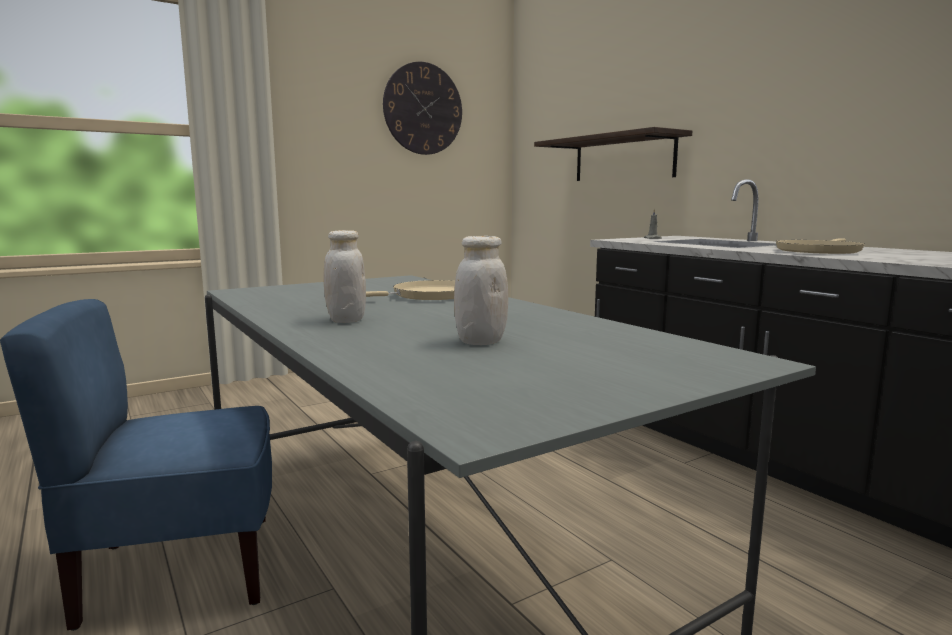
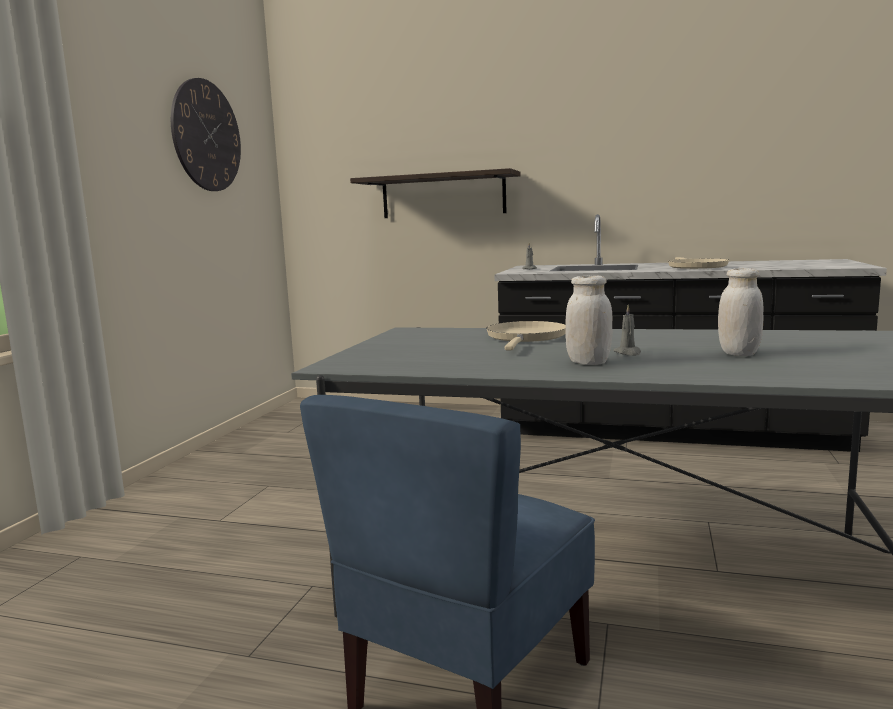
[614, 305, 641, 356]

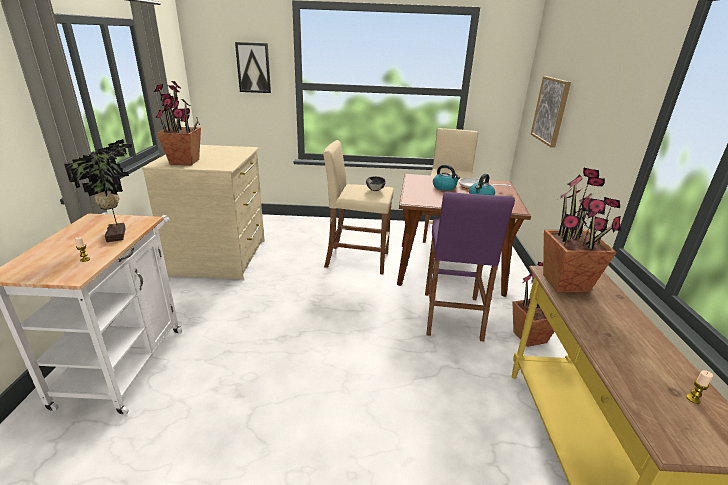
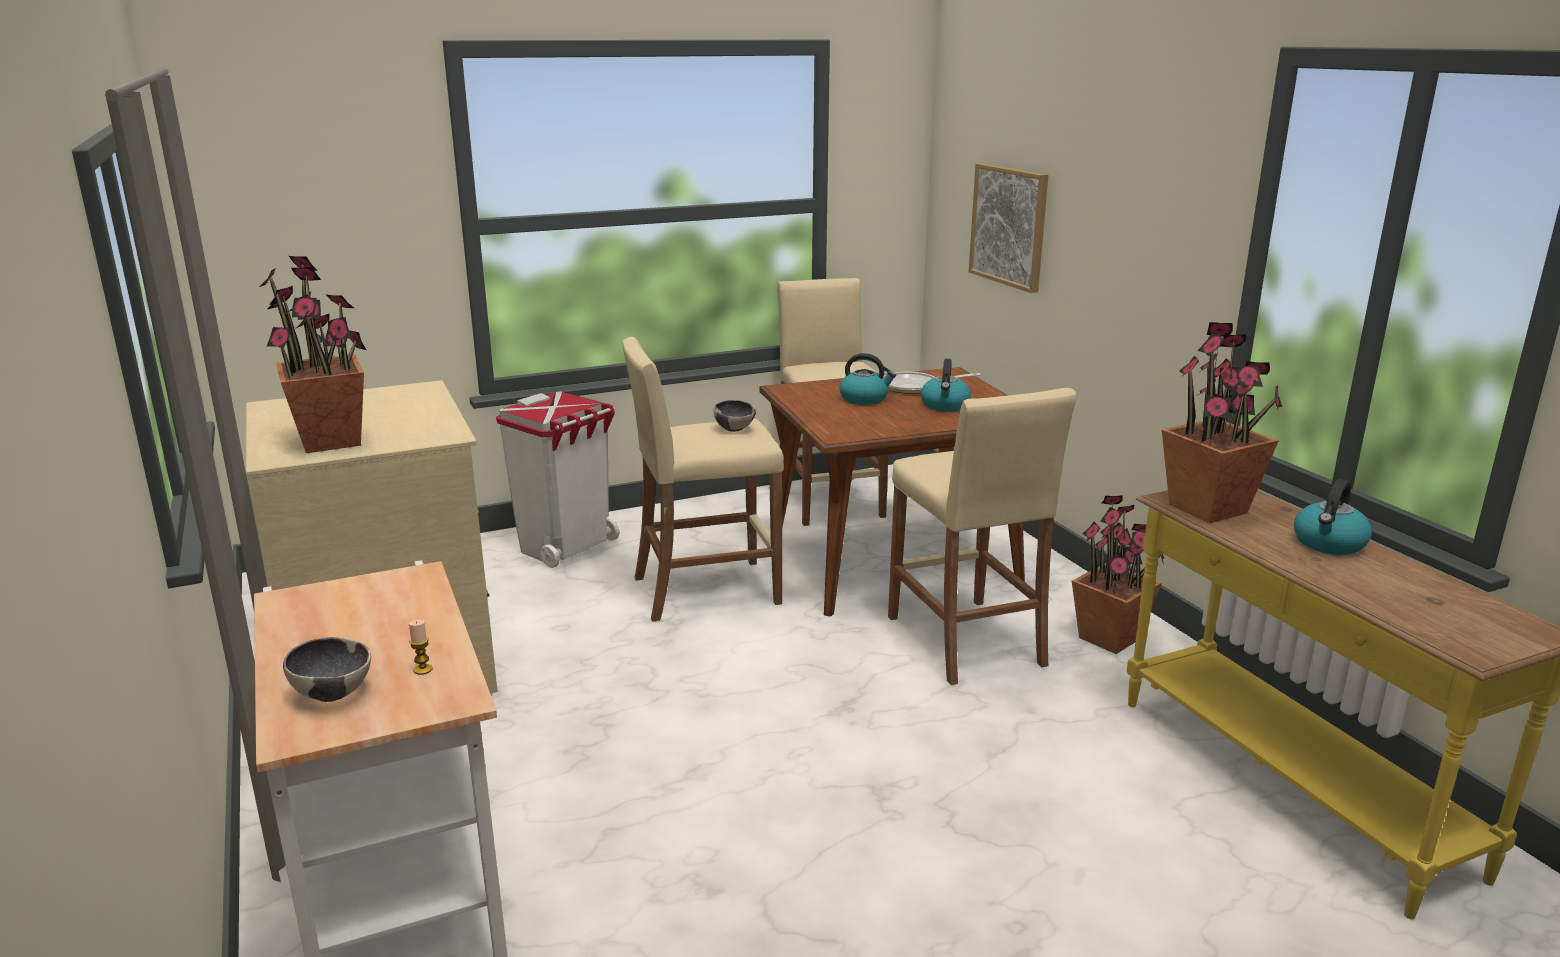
[283, 637, 371, 702]
[496, 391, 620, 568]
[888, 388, 1077, 685]
[1294, 479, 1372, 555]
[64, 139, 133, 242] (first image)
[235, 42, 271, 93] (first image)
[686, 370, 713, 404] (first image)

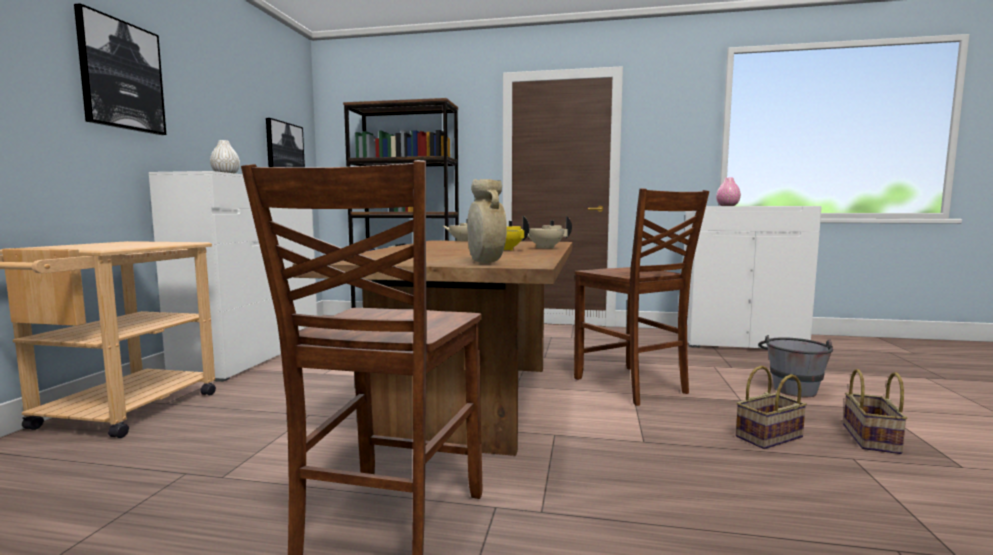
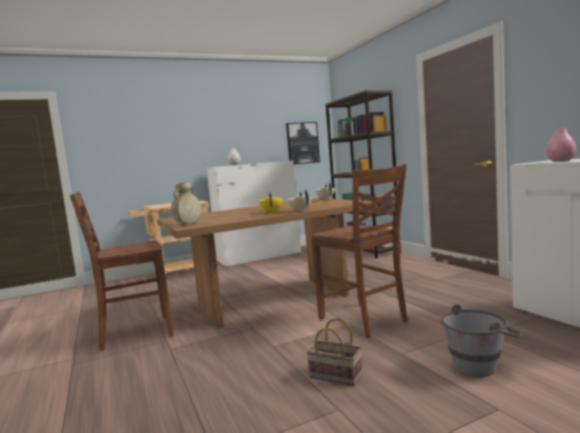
[311, 164, 408, 338]
[74, 3, 166, 135] (first image)
[843, 369, 908, 454] (first image)

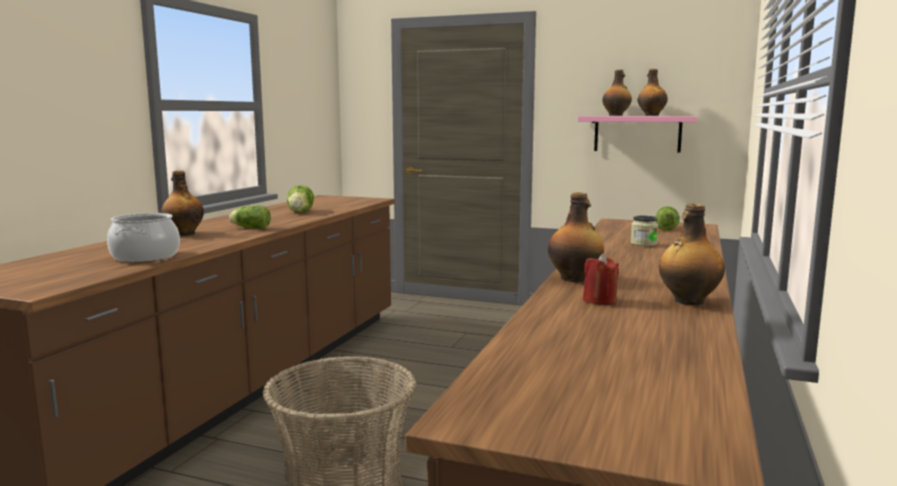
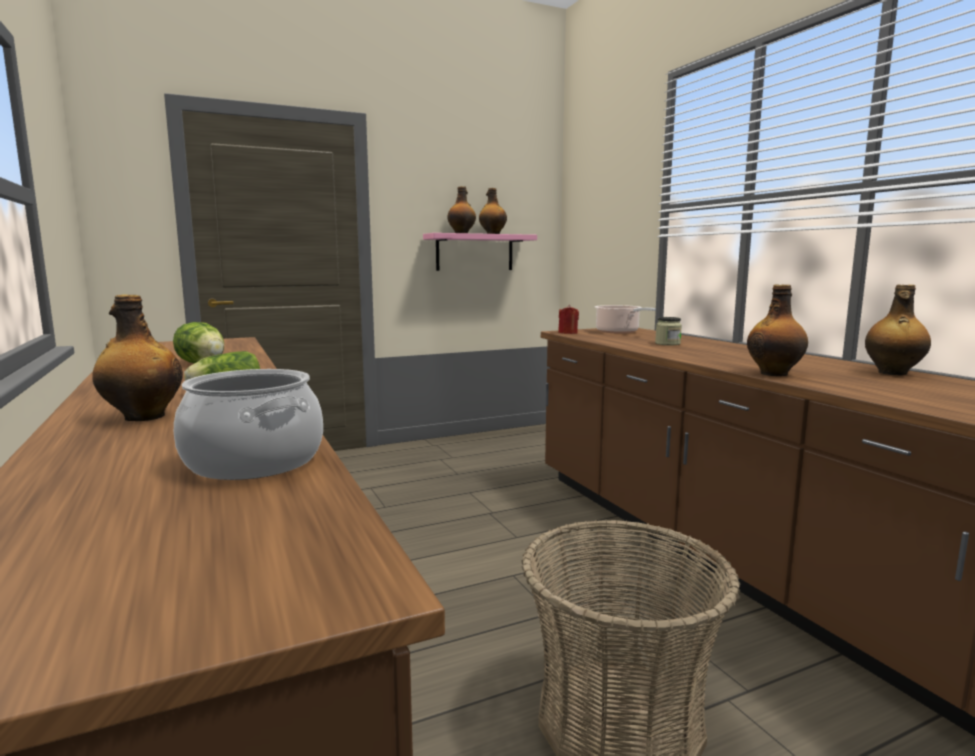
[558, 305, 579, 334]
[595, 305, 656, 334]

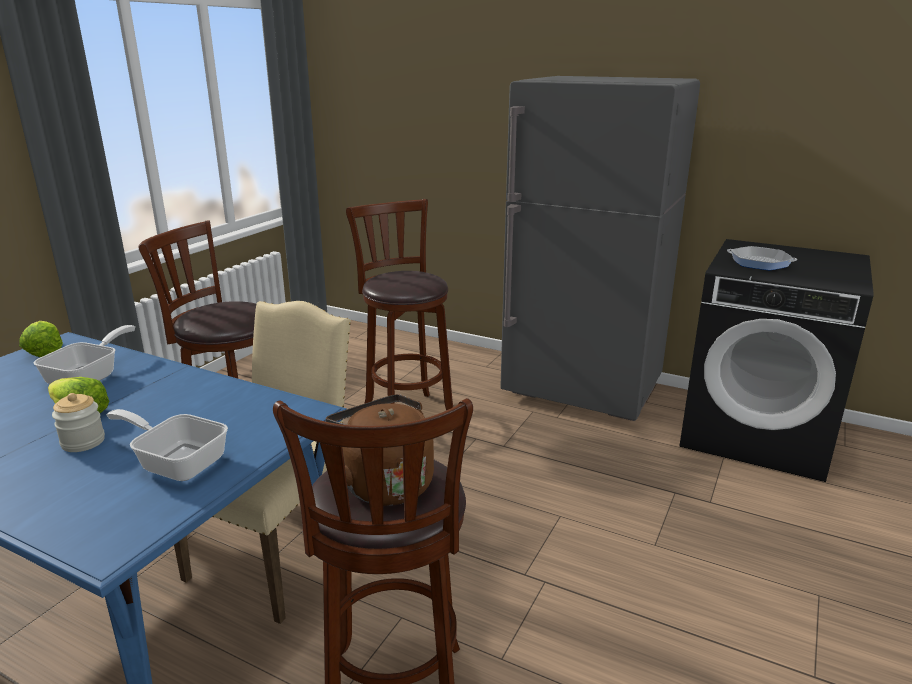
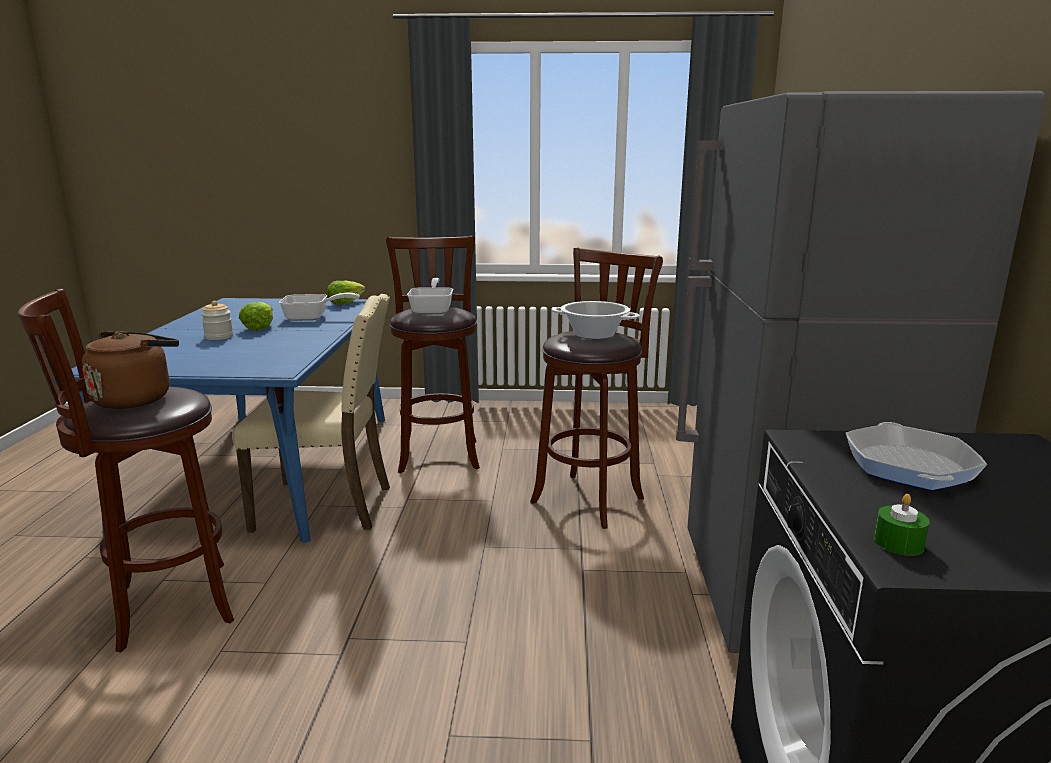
[407, 278, 453, 314]
[552, 301, 640, 339]
[874, 494, 930, 556]

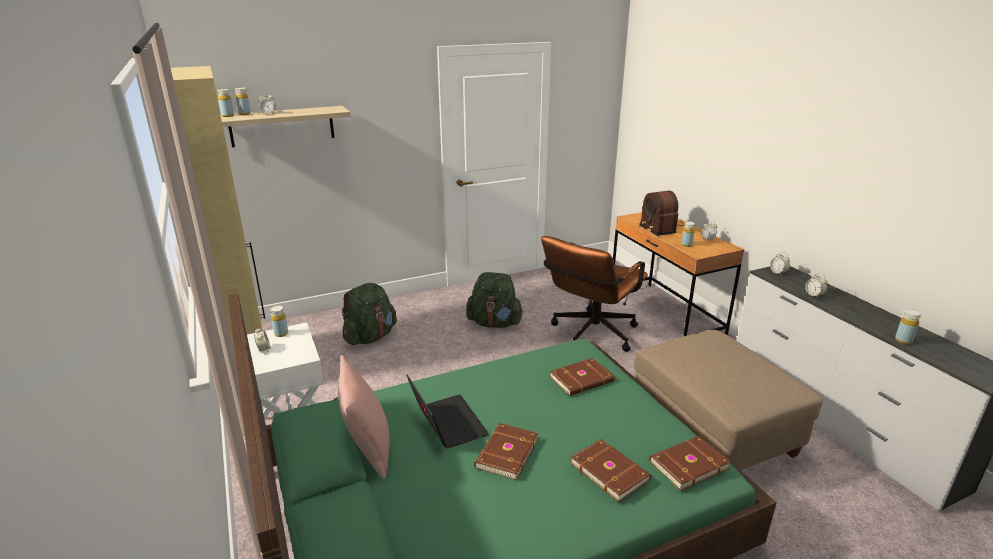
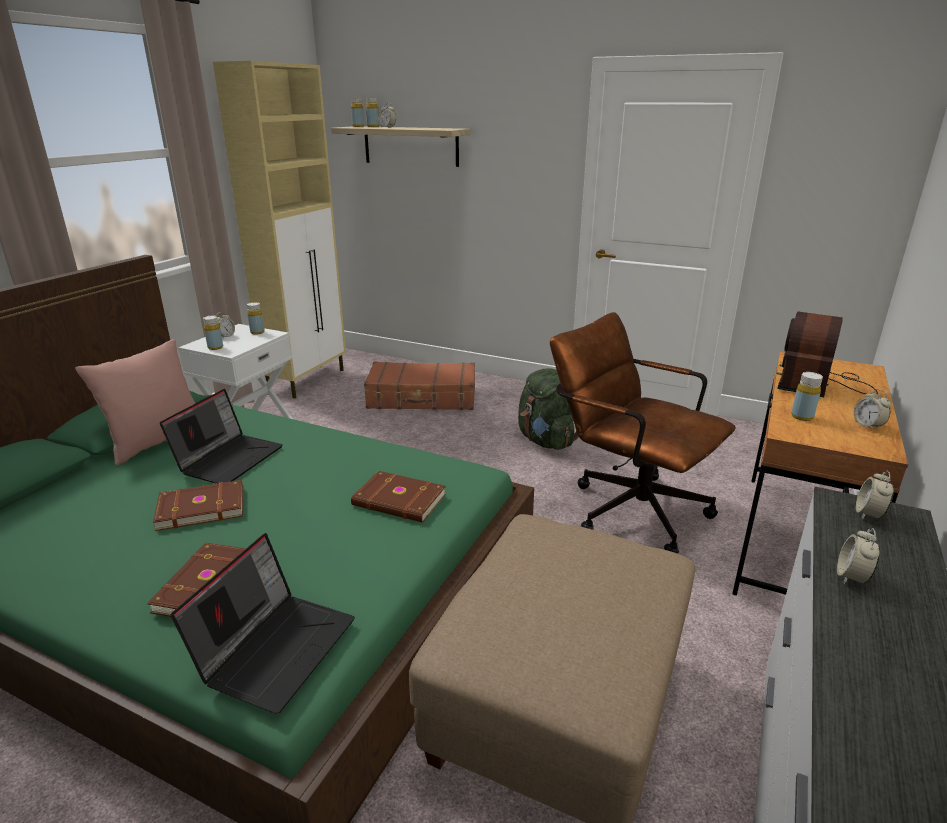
[171, 533, 355, 714]
[203, 316, 223, 350]
[364, 362, 475, 410]
[550, 312, 736, 554]

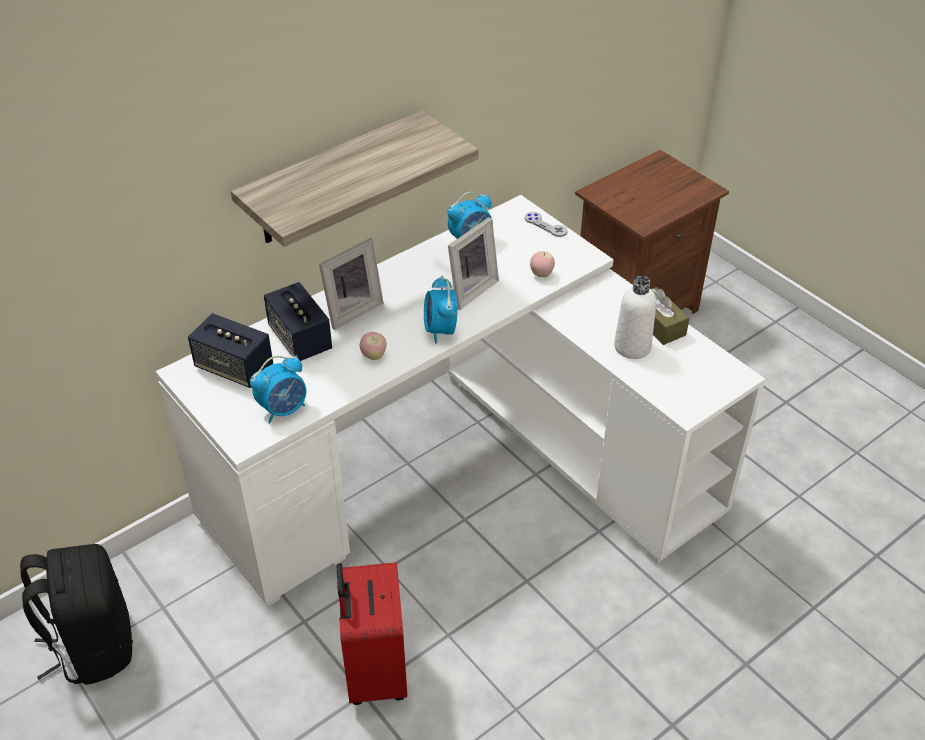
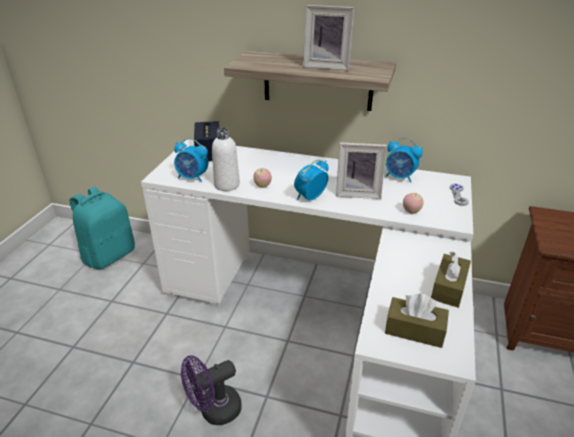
[70, 186, 135, 269]
[181, 355, 242, 425]
[212, 128, 240, 191]
[303, 5, 355, 71]
[385, 294, 449, 348]
[264, 282, 332, 361] (first image)
[337, 562, 407, 705] (first image)

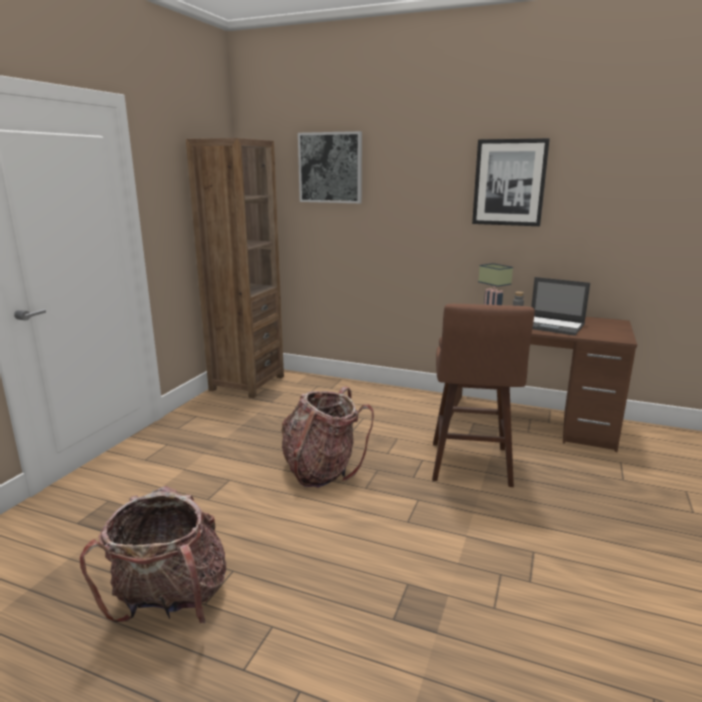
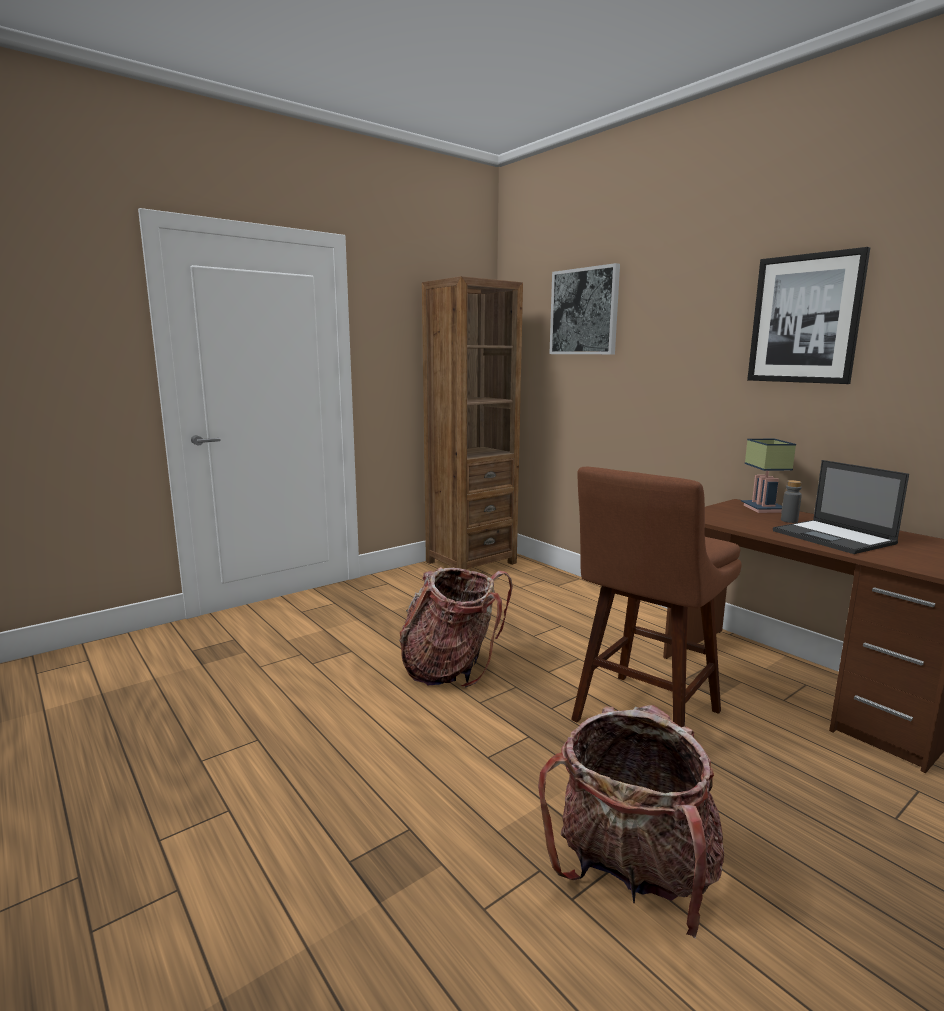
[538, 705, 724, 938]

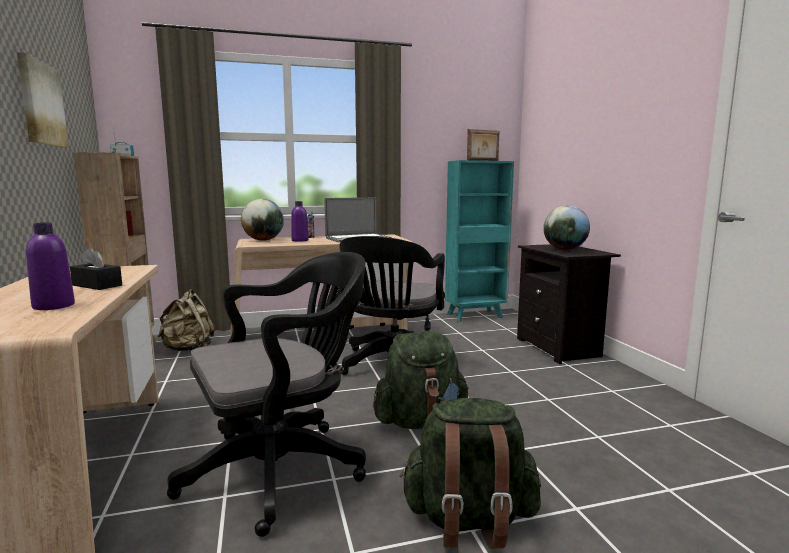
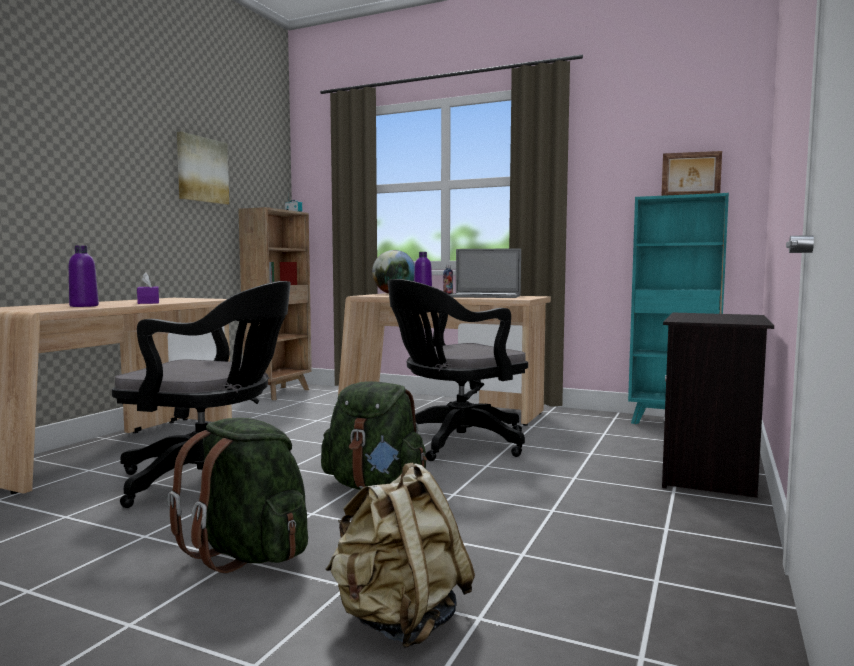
[137, 272, 159, 304]
[325, 463, 475, 648]
[543, 206, 590, 250] (first image)

